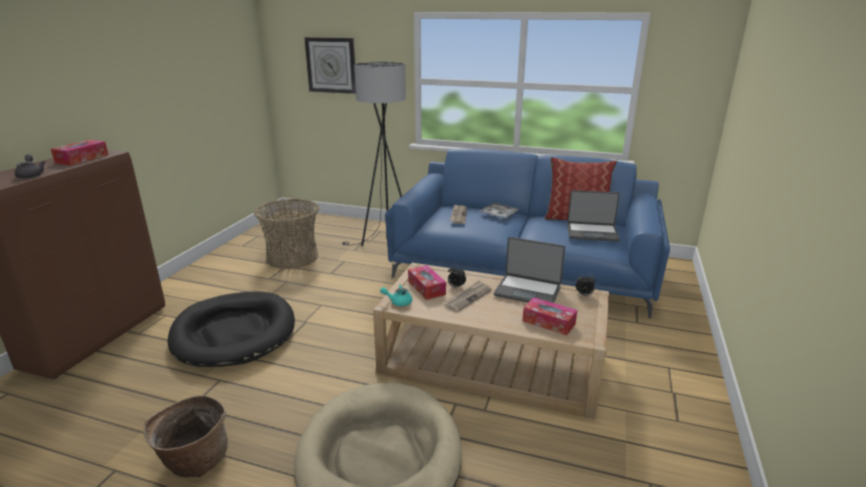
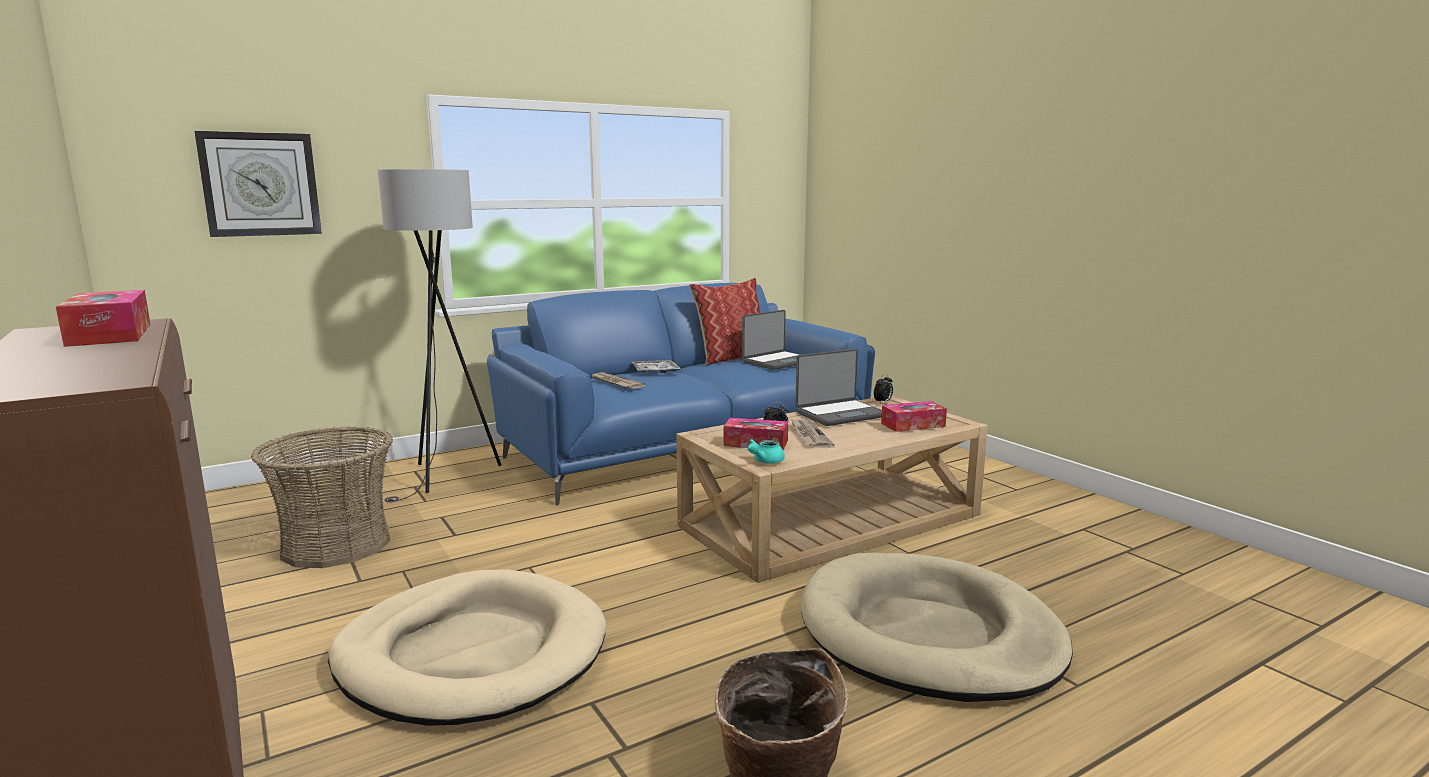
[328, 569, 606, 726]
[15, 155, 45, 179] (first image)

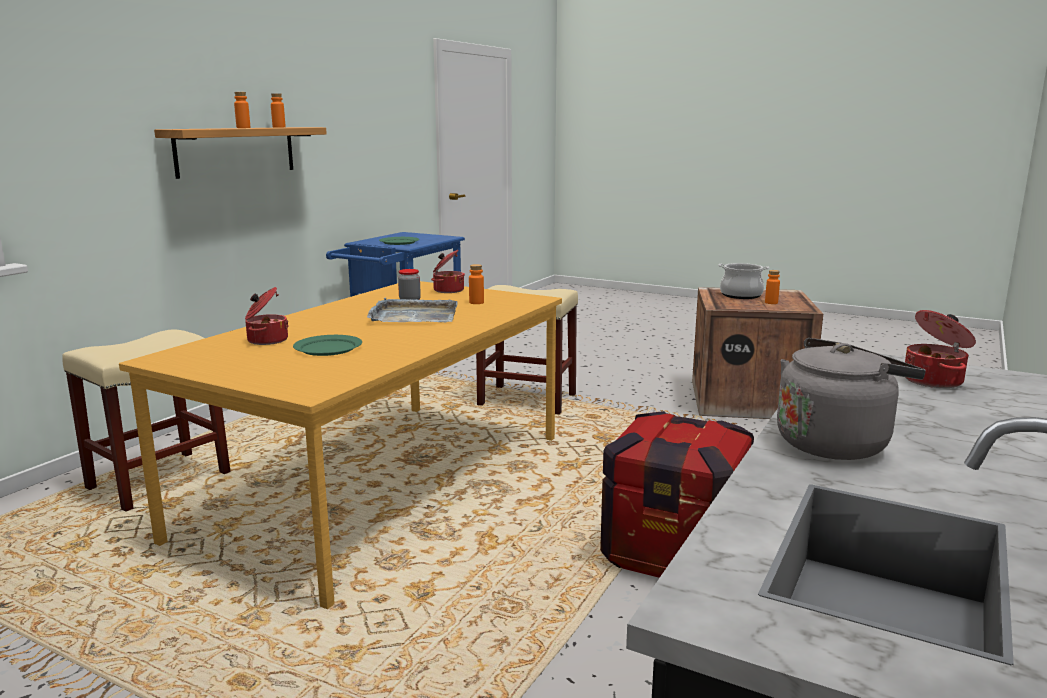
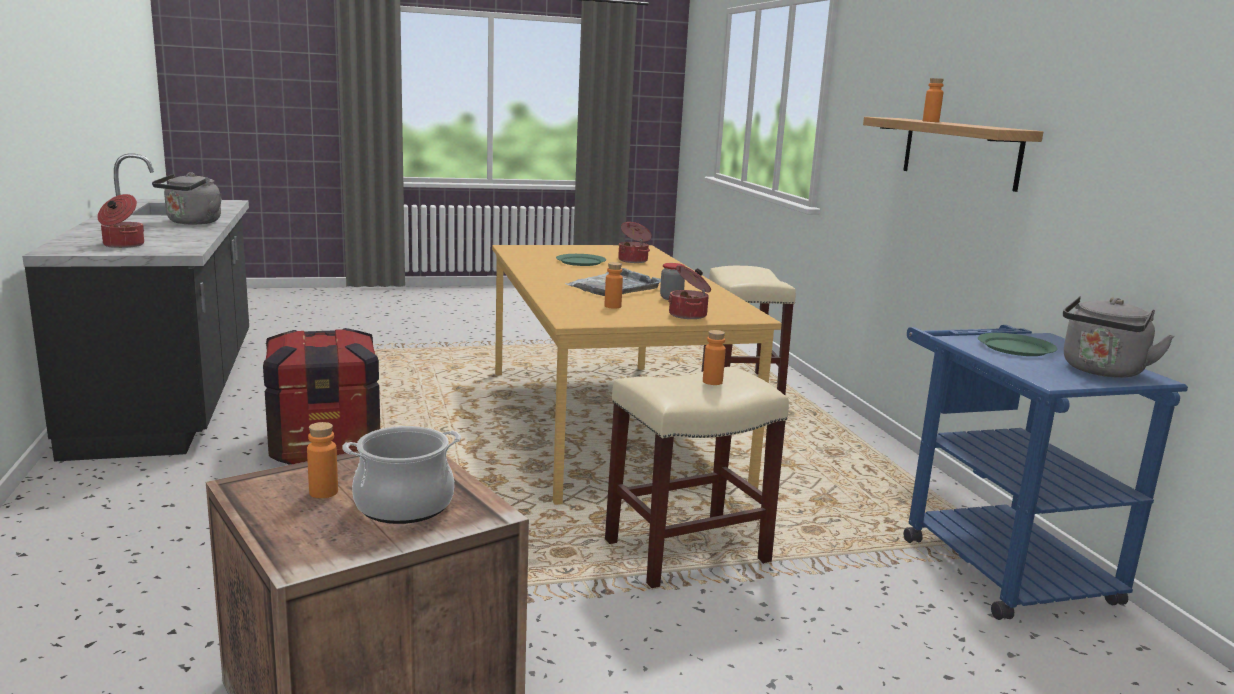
[703, 330, 726, 385]
[1063, 296, 1174, 378]

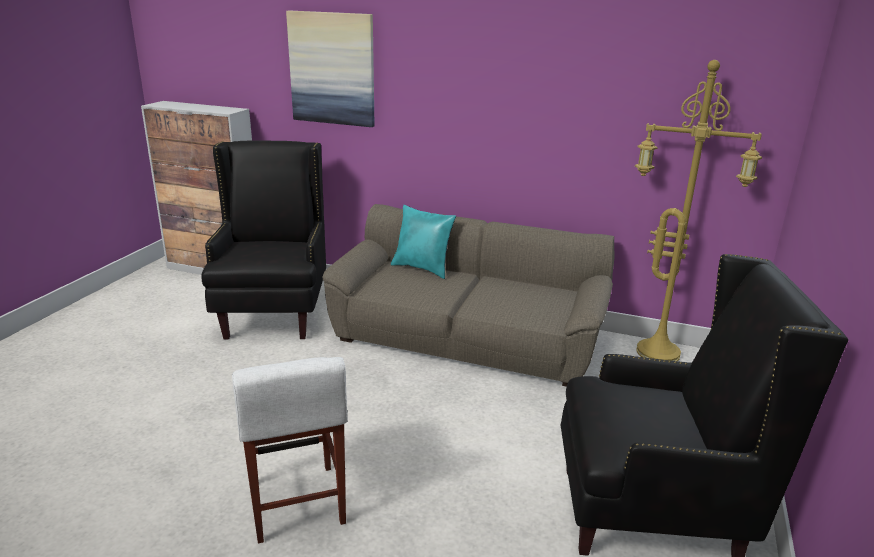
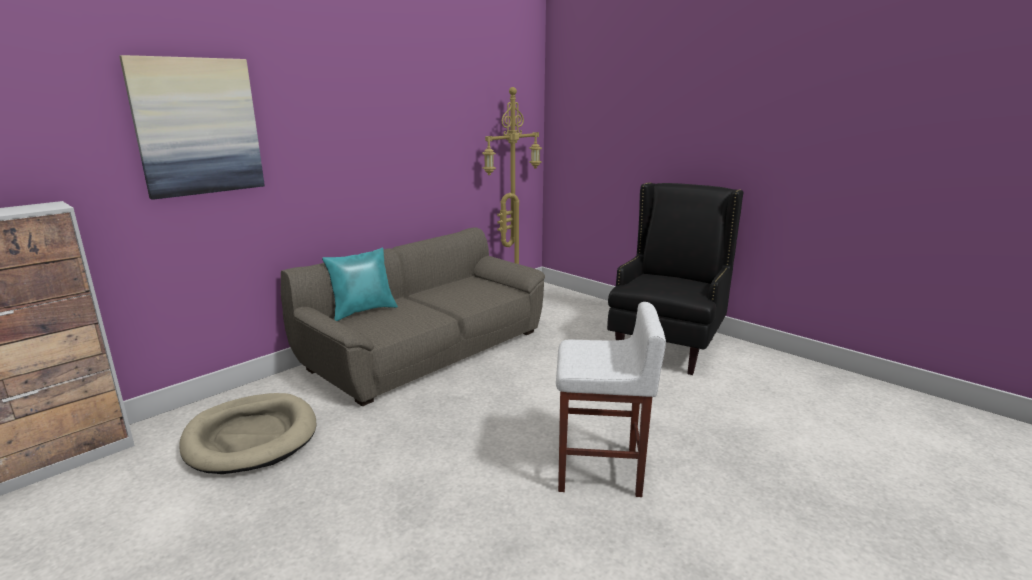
[179, 393, 317, 474]

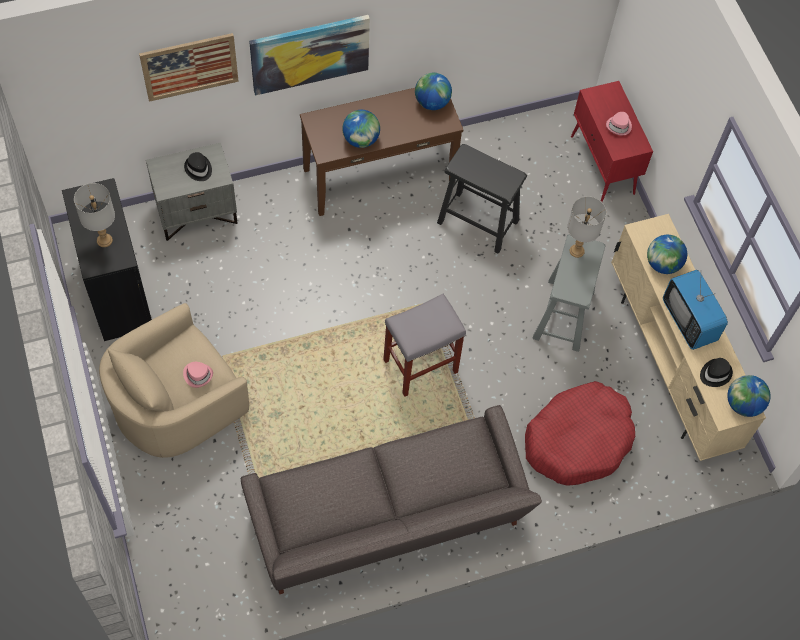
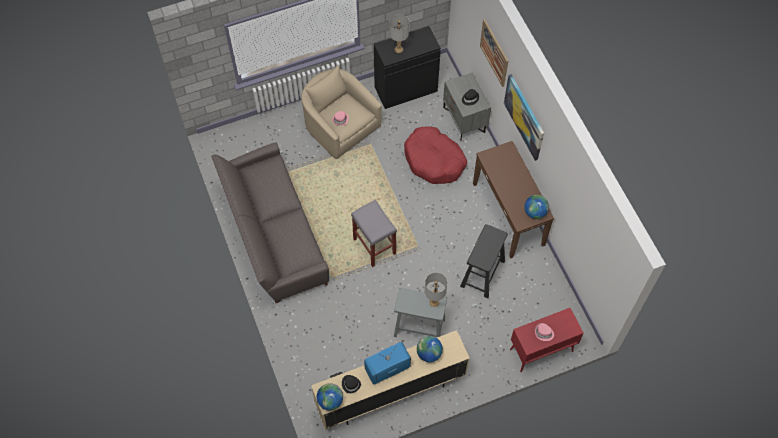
[404, 127, 467, 184]
[342, 110, 380, 148] (first image)

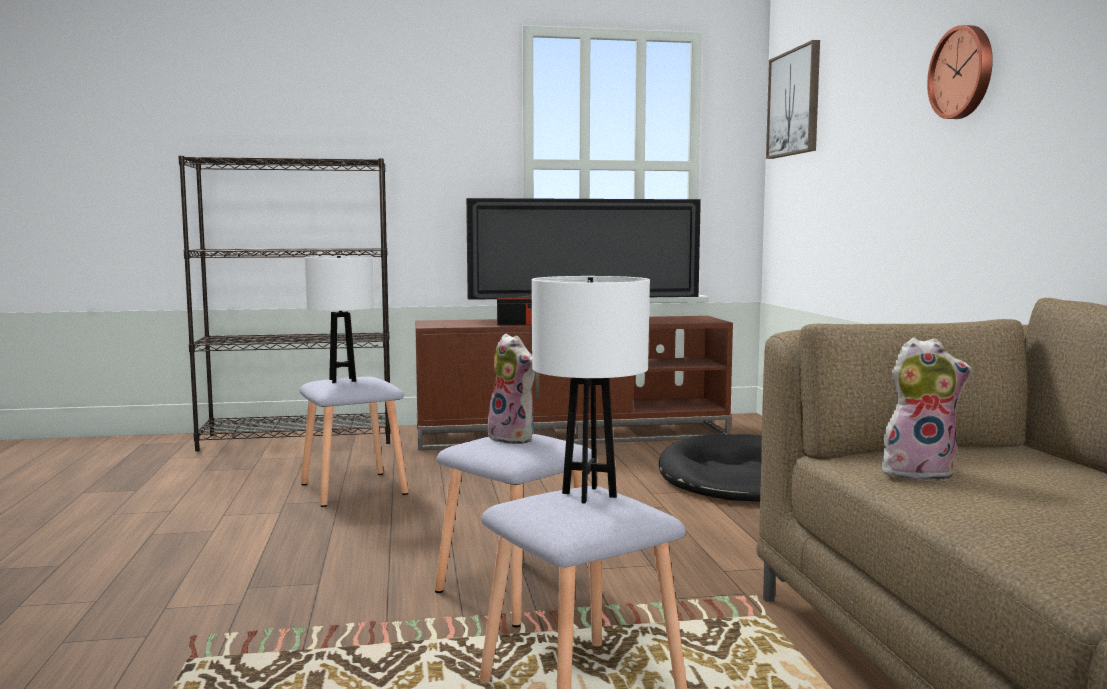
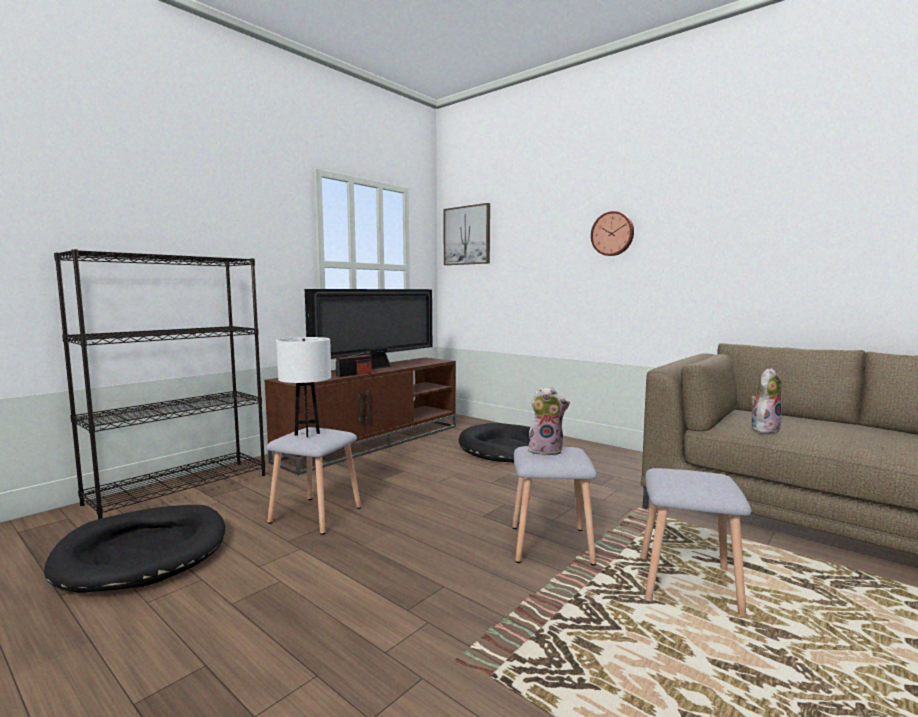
[44, 505, 225, 593]
[531, 276, 650, 504] (first image)

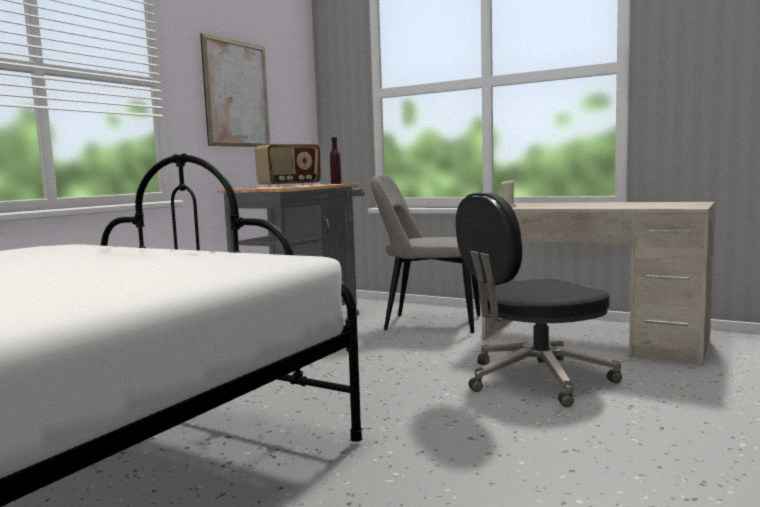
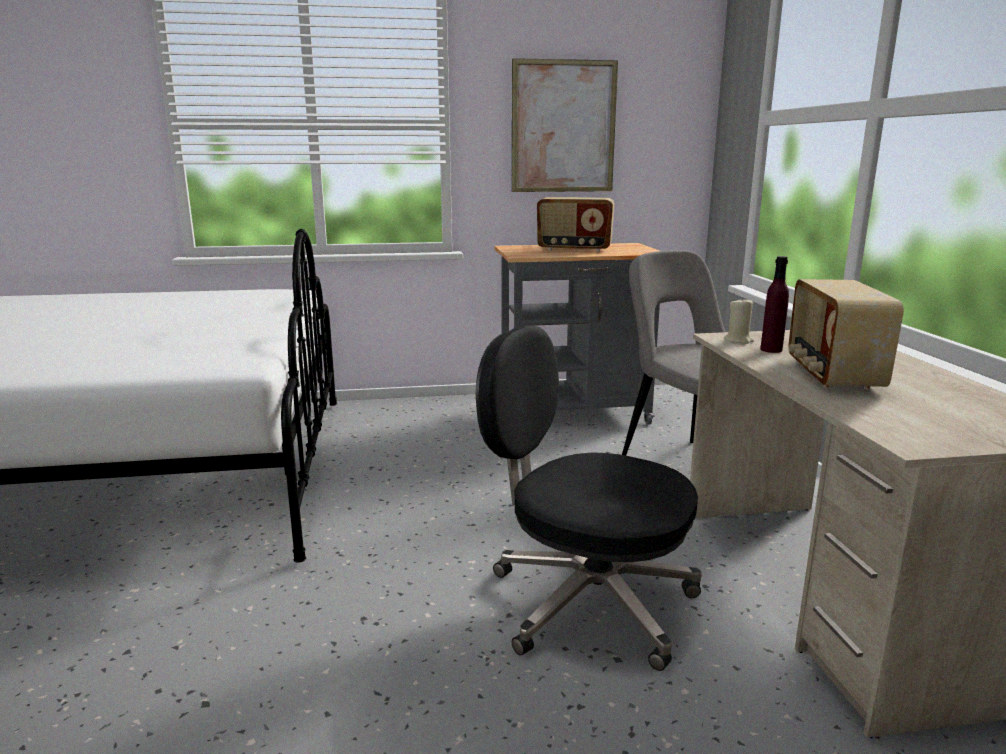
[760, 256, 789, 353]
[788, 279, 904, 390]

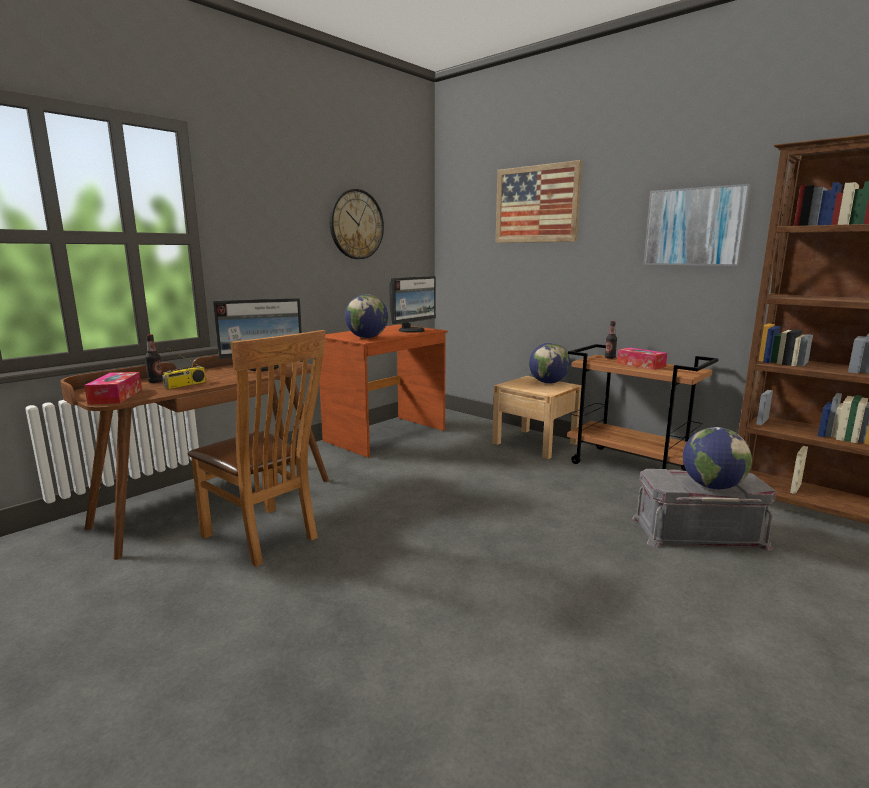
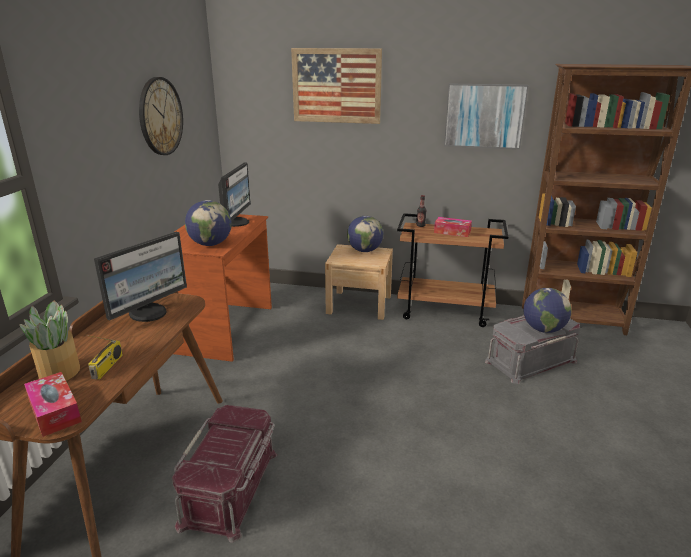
[19, 301, 80, 381]
[172, 405, 277, 543]

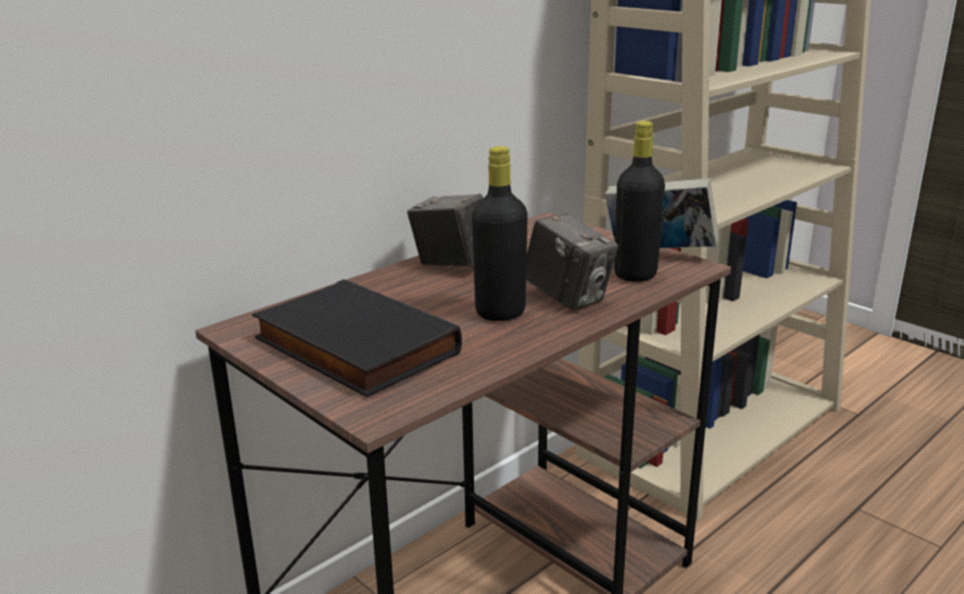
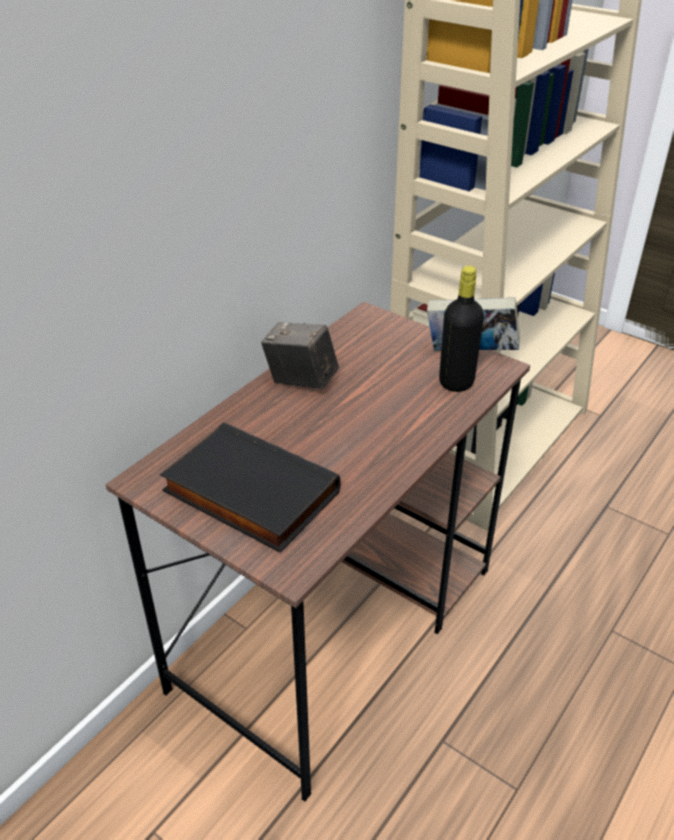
[472, 146, 528, 321] (first image)
[526, 213, 618, 310] (first image)

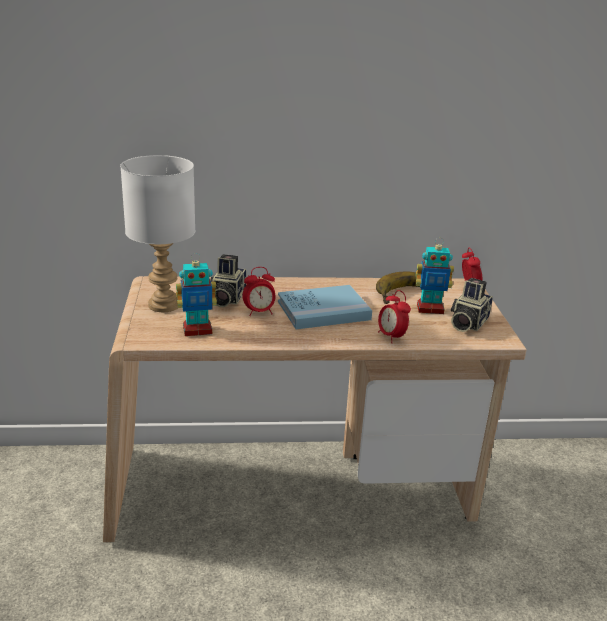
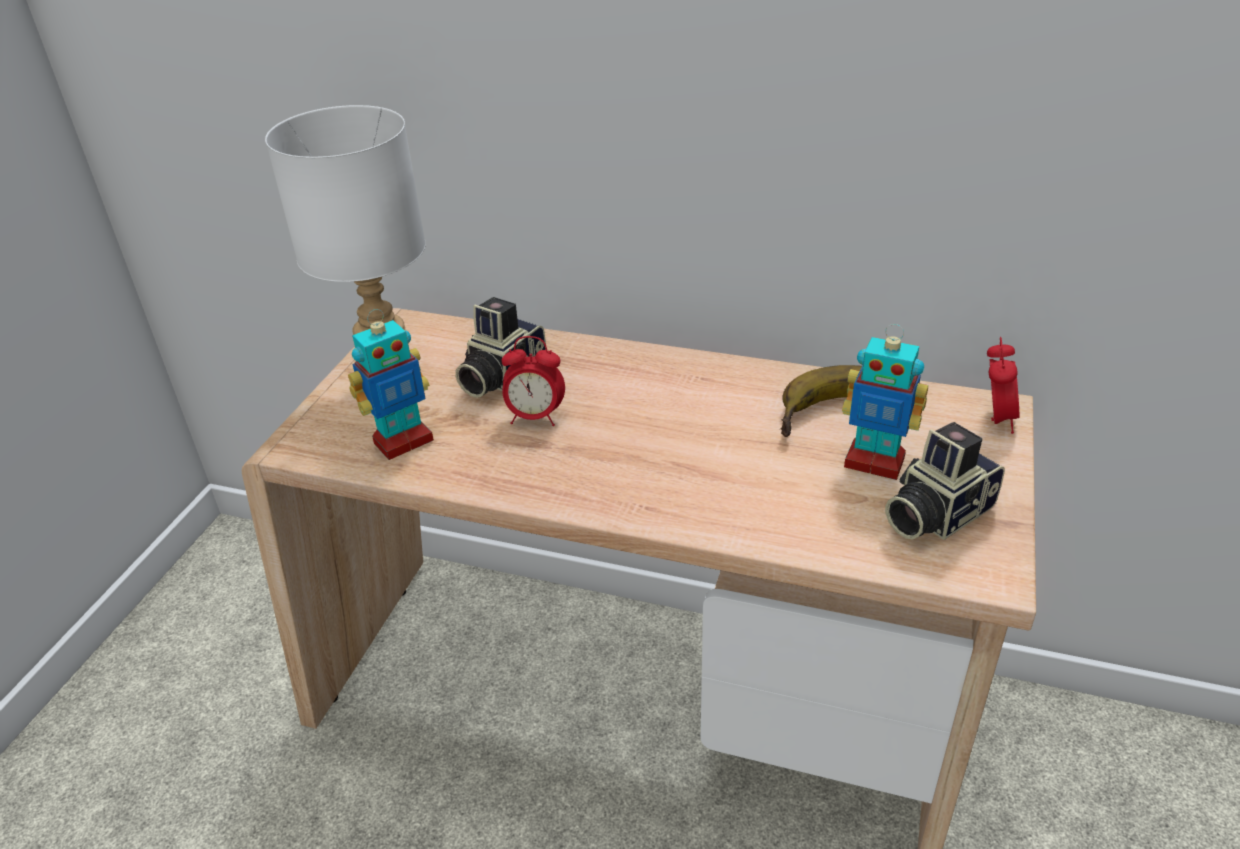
[348, 309, 434, 460]
[278, 285, 372, 329] (first image)
[378, 290, 411, 343] (first image)

